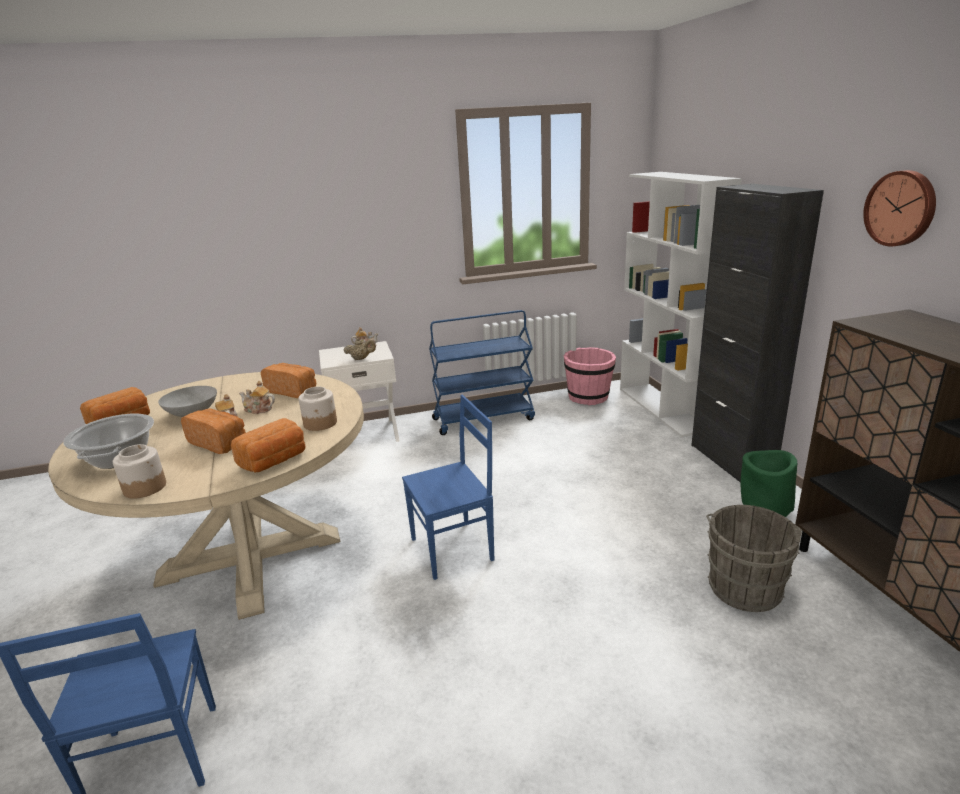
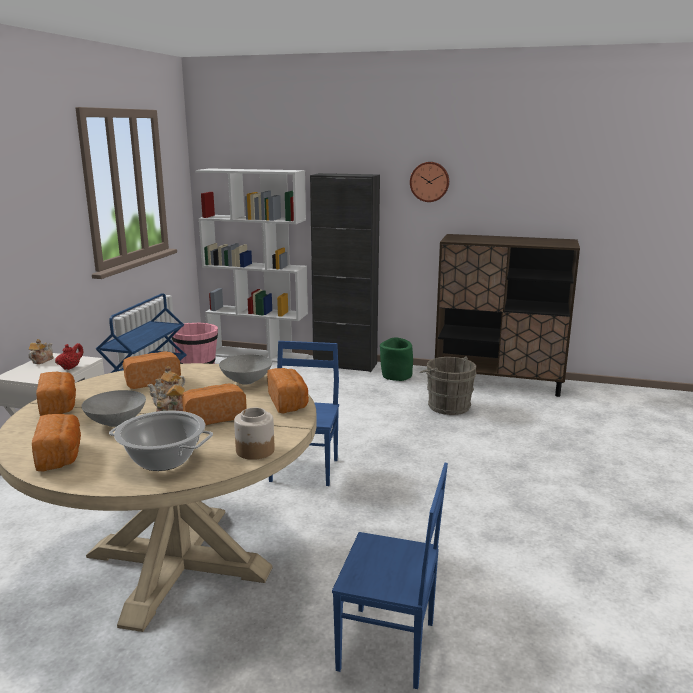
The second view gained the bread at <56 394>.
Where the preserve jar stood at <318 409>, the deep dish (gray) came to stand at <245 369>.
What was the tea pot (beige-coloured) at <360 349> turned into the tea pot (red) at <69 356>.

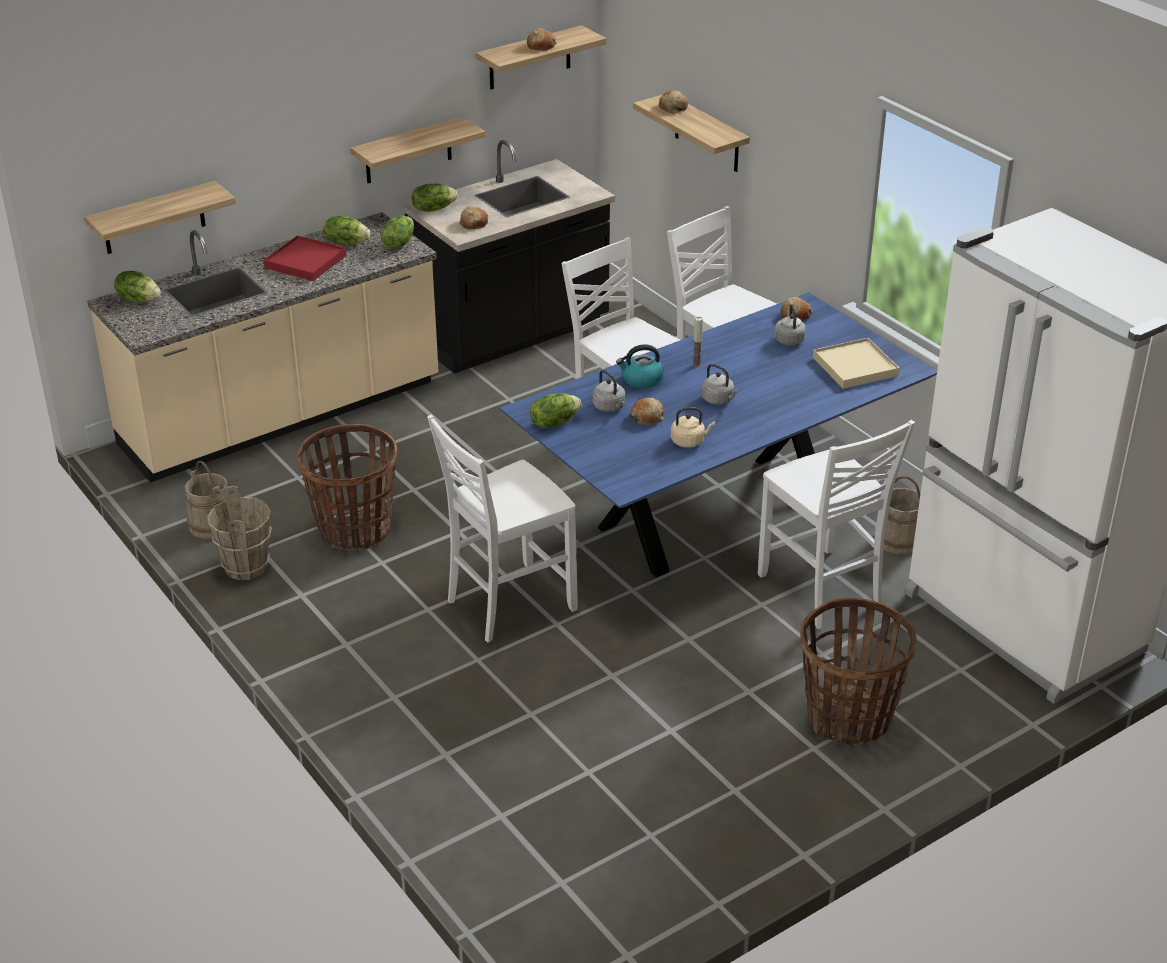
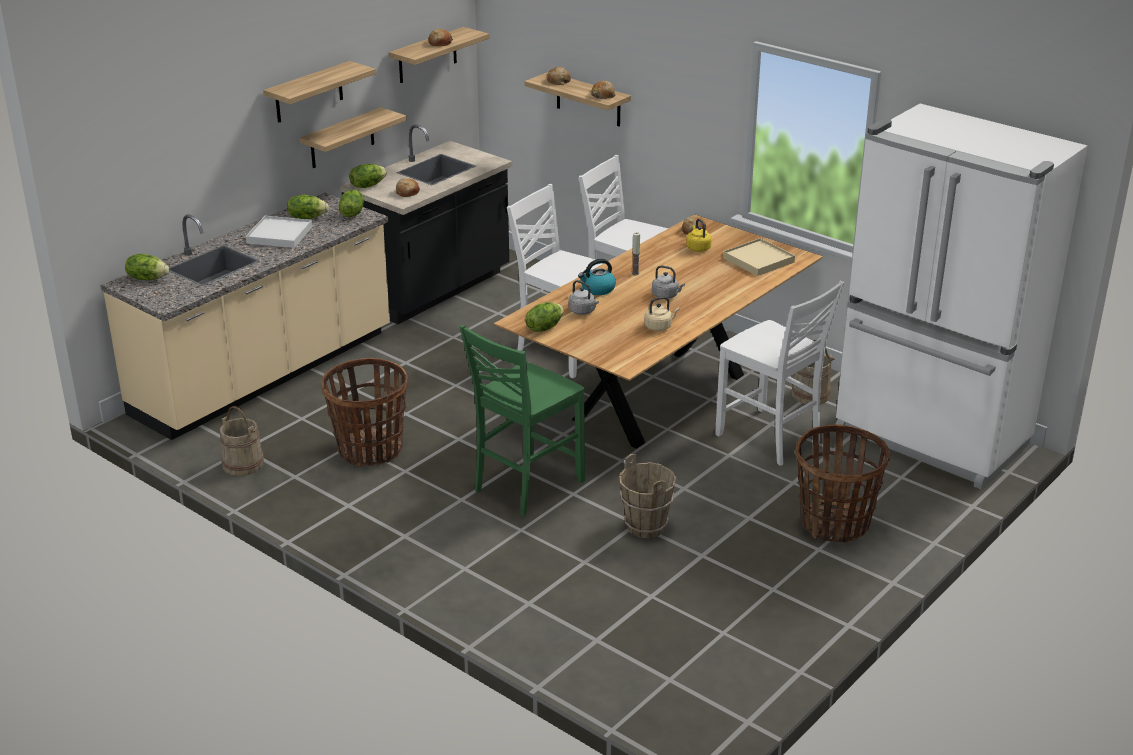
The bracket shelf ended up elsewhere, having gone from <160 217> to <319 92>.
The bucket (brown-coloured) ended up elsewhere, having gone from <239 533> to <647 496>.
The bread ended up elsewhere, having gone from <647 411> to <603 90>.
What was the carrying tray (red) at <305 258> turned into the carrying tray (white) at <279 232>.
What was the chair (white) at <502 529> turned into the chair (green) at <522 420>.
What was the kitchen table (blue) at <718 435> turned into the kitchen table (brown-coloured) at <658 331>.
What was the water kettle (gray) at <790 325> turned into the water kettle (yellow-coloured) at <699 235>.

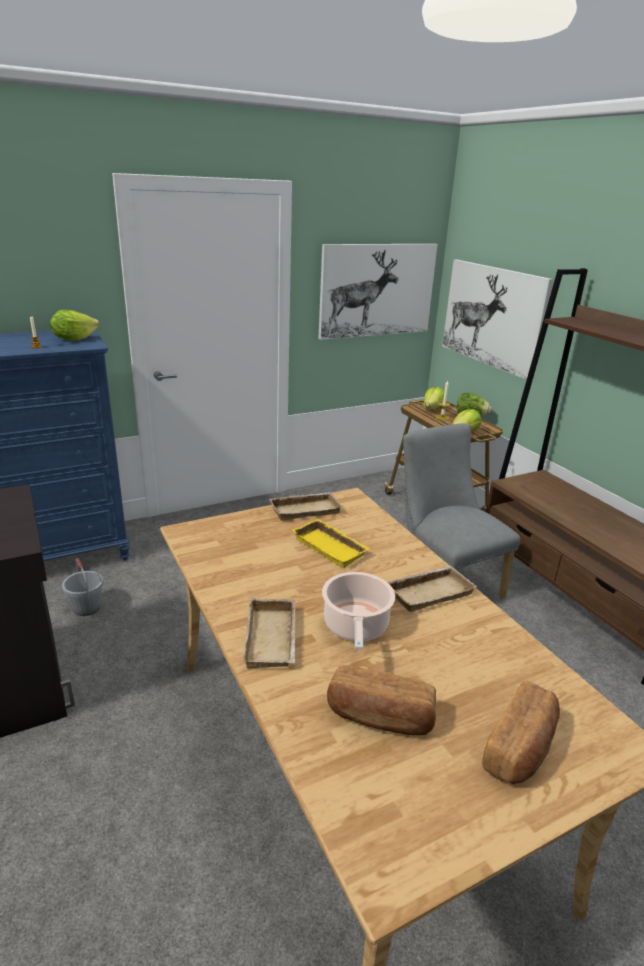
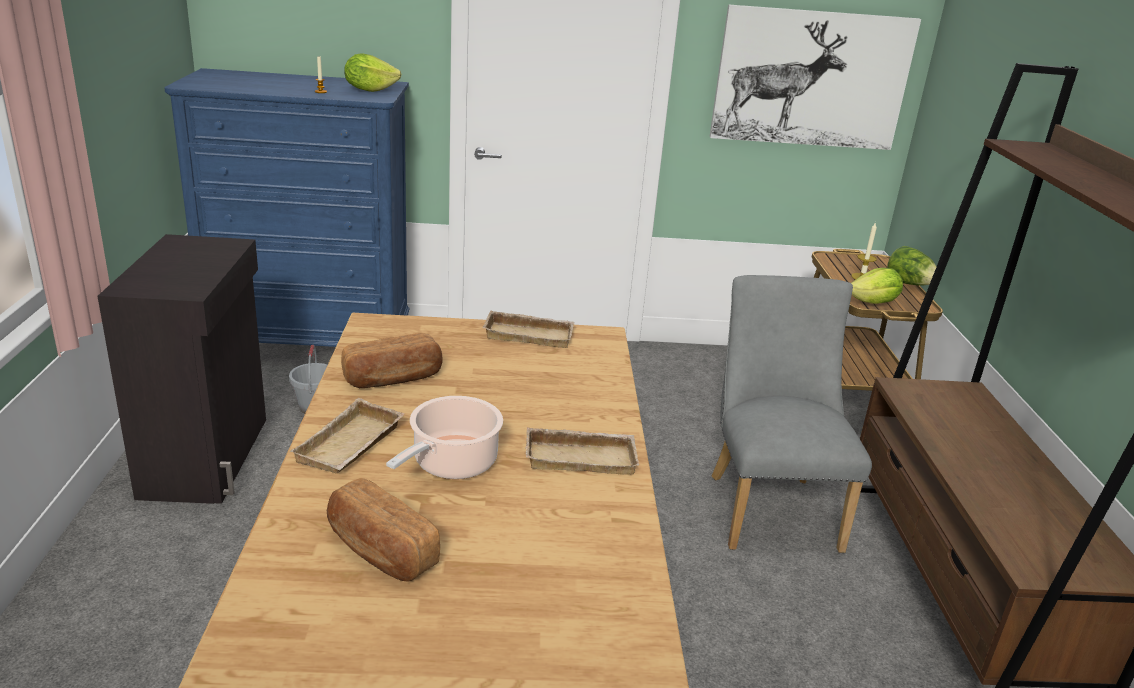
The second view lost the carrying tray (yellow-coloured) at <331 543>.
The second view lost the head of lettuce at <434 398>.
The second view lost the wall picture at <497 320>.
The bread ended up elsewhere, having gone from <521 732> to <392 360>.

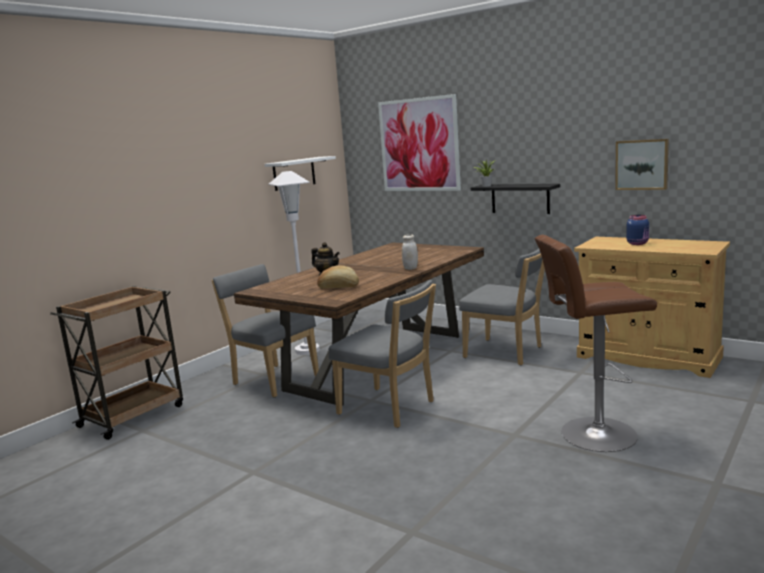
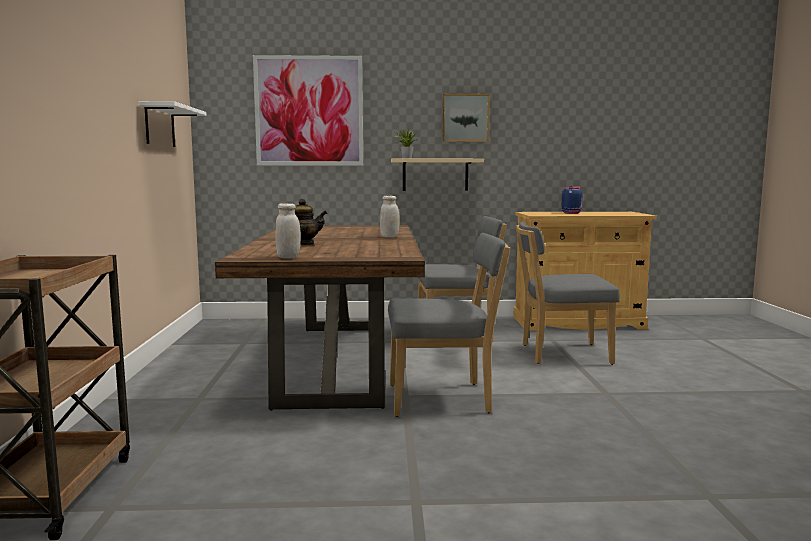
The second view lost the standing lamp (white) at <294 263>.
The second view lost the bread at <338 277>.
The second view lost the sitting stool (brown-coloured) at <596 343>.
The second view gained the preserve jar (white) at <288 231>.
The chair (gray) ended up elsewhere, having gone from <265 331> to <568 293>.
The wall picture ended up elsewhere, having gone from <642 164> to <466 118>.
What was the bracket shelf (black-coloured) at <515 199> turned into the bracket shelf (beige-coloured) at <437 175>.

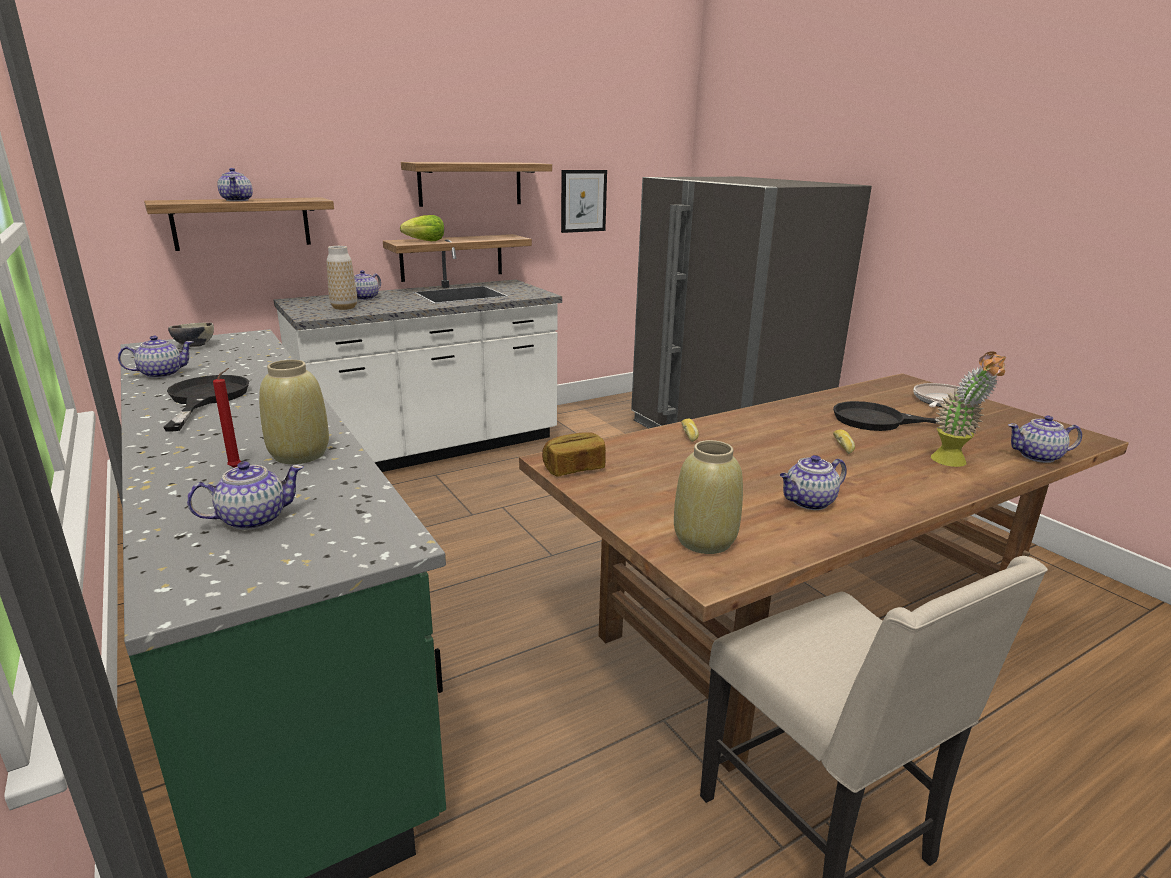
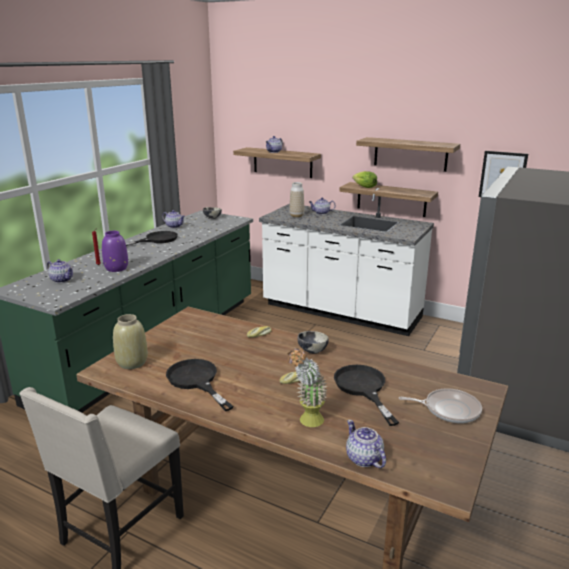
The second view lost the bread at <574 454>.
The second view gained the deep dish at <313 342>.
Where the tea pot stood at <813 482>, the skillet (black-coloured) came to stand at <199 385>.
What was the decorative vase (beige-coloured) at <294 412> turned into the decorative vase (purplish) at <115 251>.

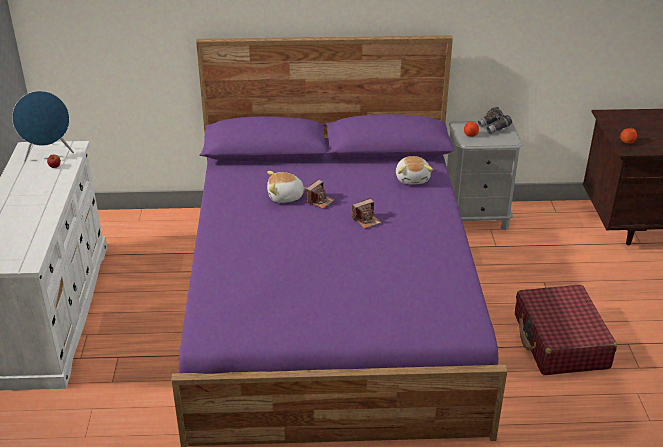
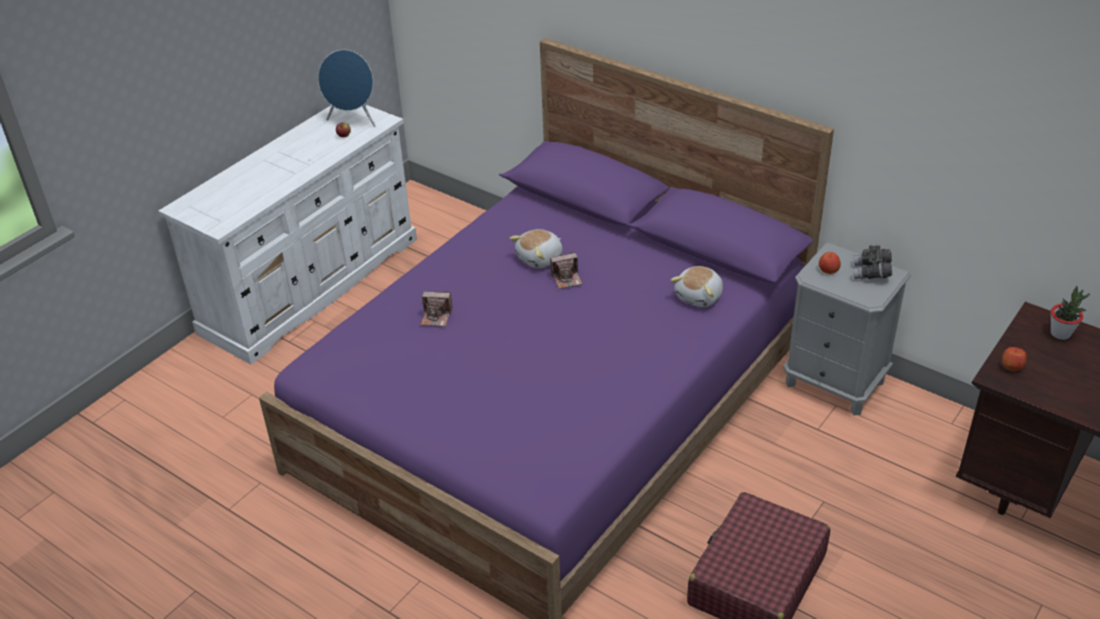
The second view gained the potted plant at <1070 313>.
The photo camera ended up elsewhere, having gone from <367 213> to <437 309>.
The soft toy at <286 187> ended up facing another way, 75 degrees counterclockwise from before.

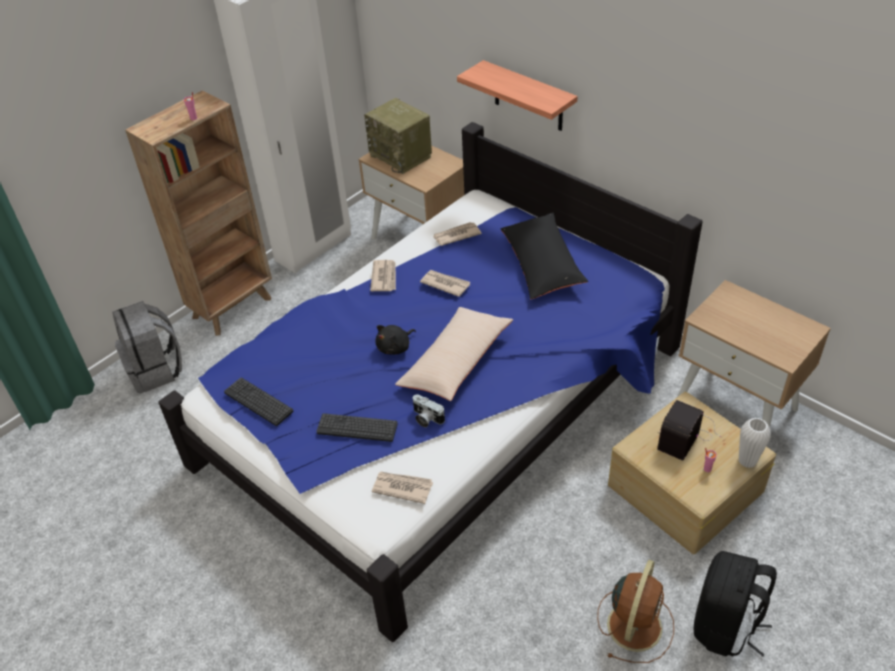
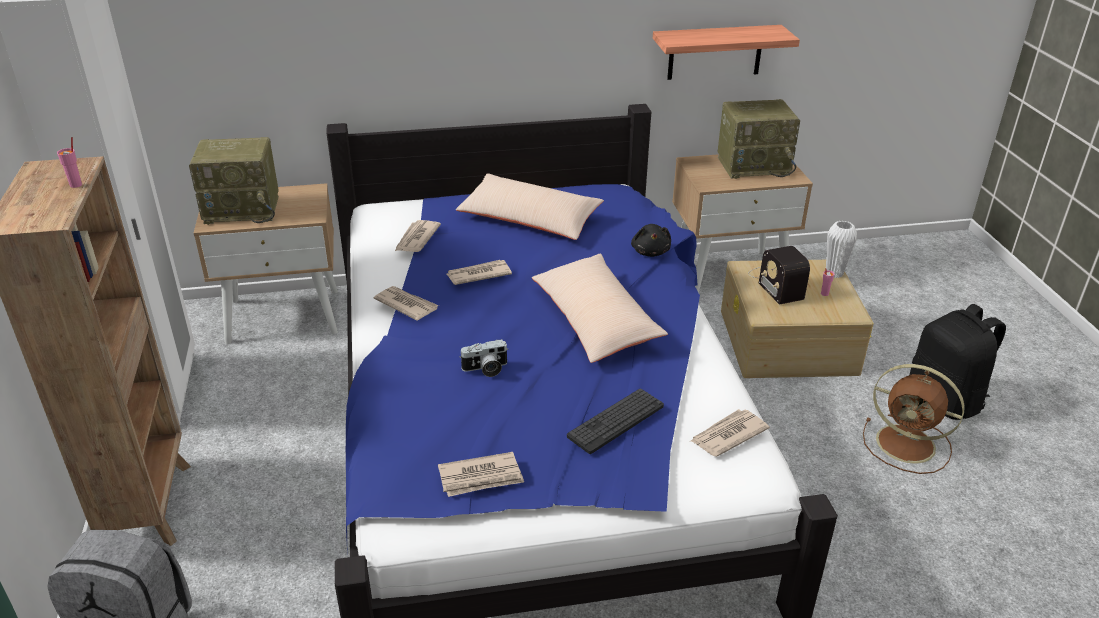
The second view gained the radio receiver at <759 139>.
The soft toy (black-coloured) ended up elsewhere, having gone from <395 340> to <651 240>.
The photo camera ended up elsewhere, having gone from <429 410> to <483 358>.
The bracket shelf ended up elsewhere, having gone from <517 95> to <726 52>.
Where the keyboard stood at <258 402>, the newspaper came to stand at <481 474>.
What was the cushion (black-coloured) at <544 255> turned into the cushion (beige-coloured) at <530 206>.
The cooling fan (brown-coloured) at <635 611> ended up facing another way, 150 degrees clockwise from before.

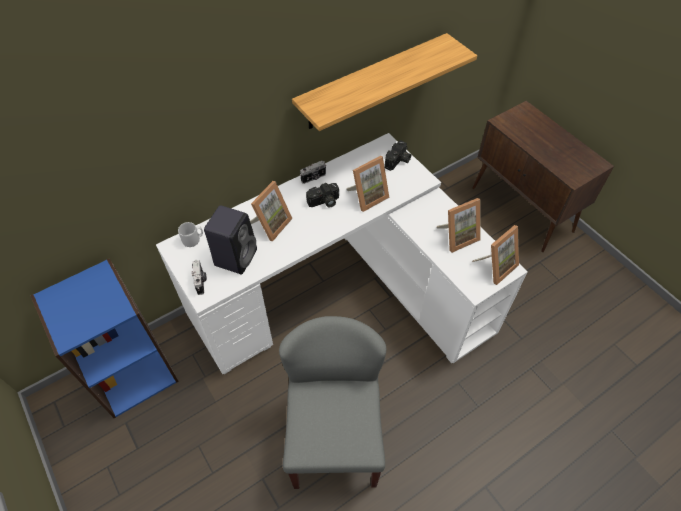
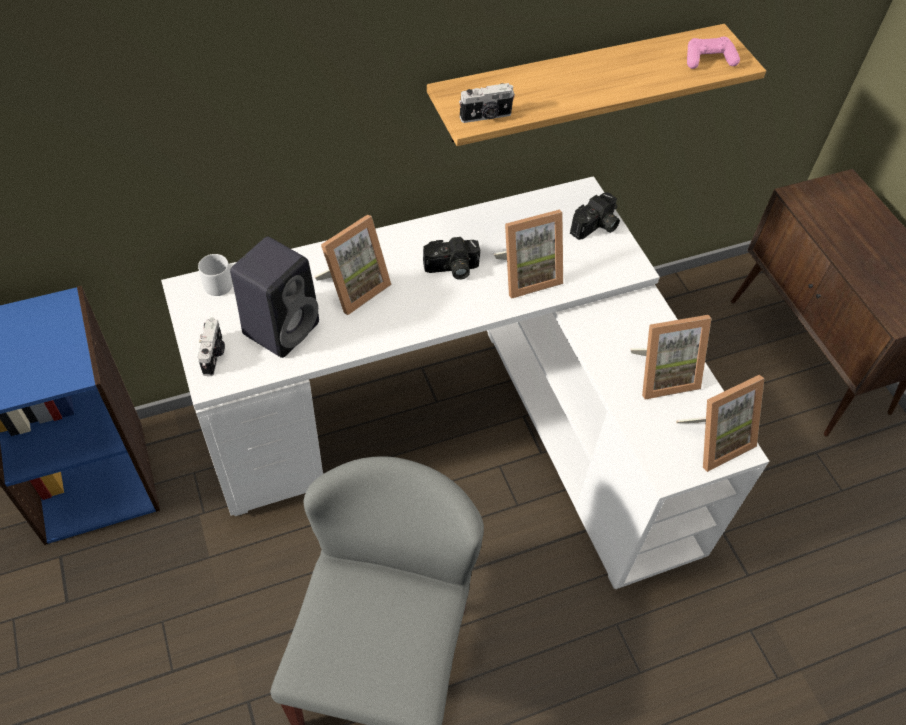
The second view gained the gamepad (pink) at <713 52>.
The photo camera ended up elsewhere, having gone from <313 172> to <487 103>.

